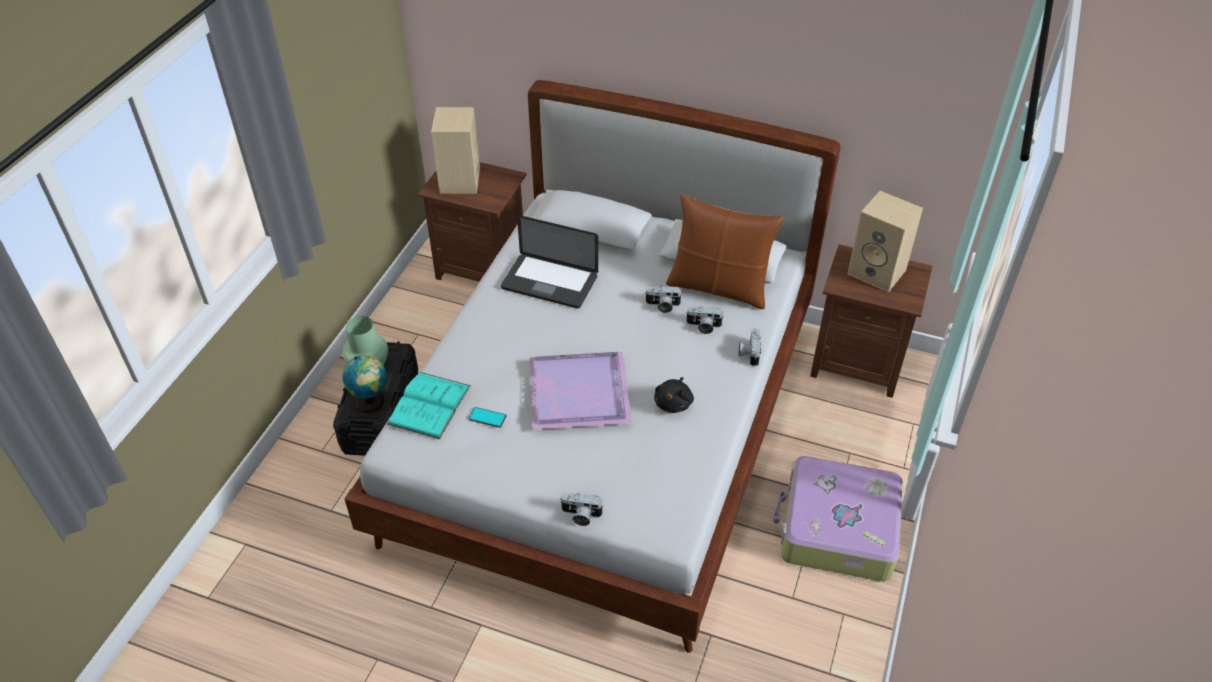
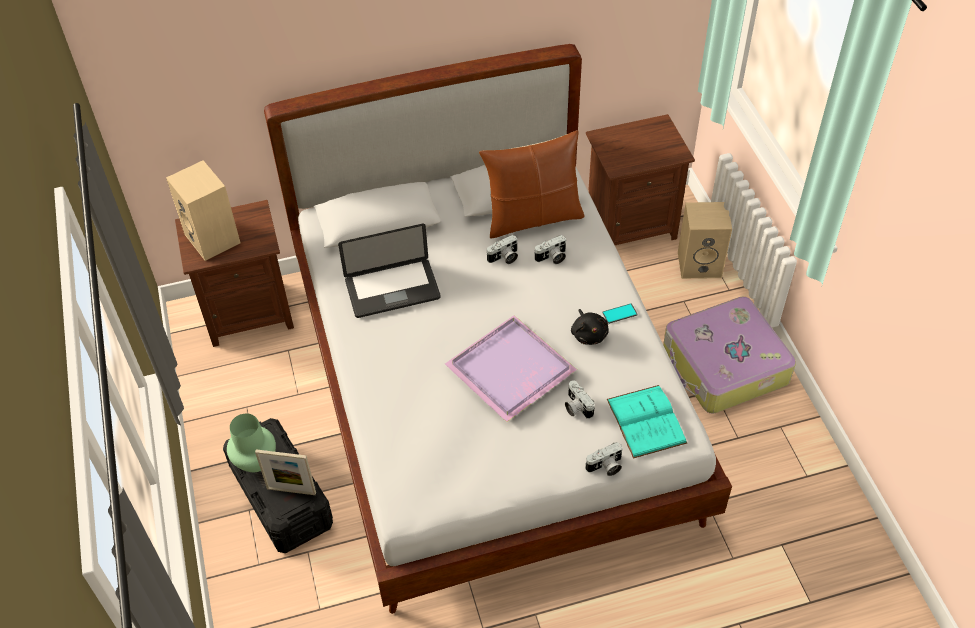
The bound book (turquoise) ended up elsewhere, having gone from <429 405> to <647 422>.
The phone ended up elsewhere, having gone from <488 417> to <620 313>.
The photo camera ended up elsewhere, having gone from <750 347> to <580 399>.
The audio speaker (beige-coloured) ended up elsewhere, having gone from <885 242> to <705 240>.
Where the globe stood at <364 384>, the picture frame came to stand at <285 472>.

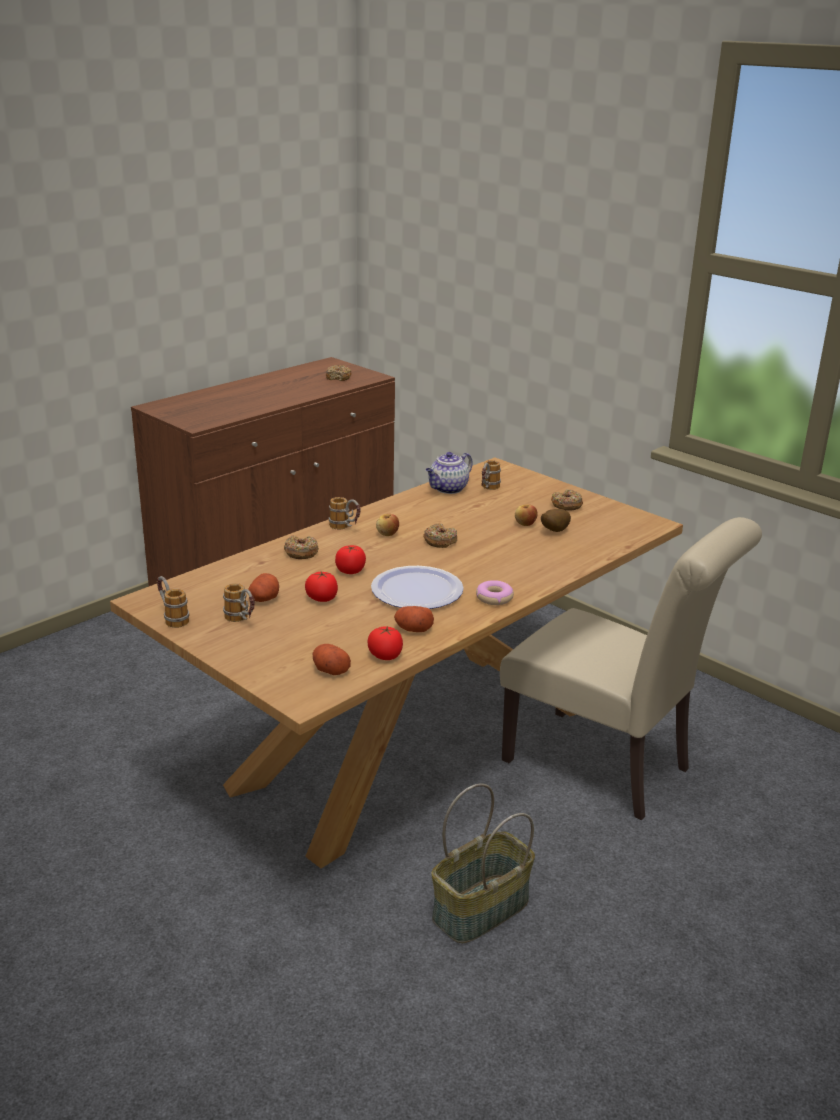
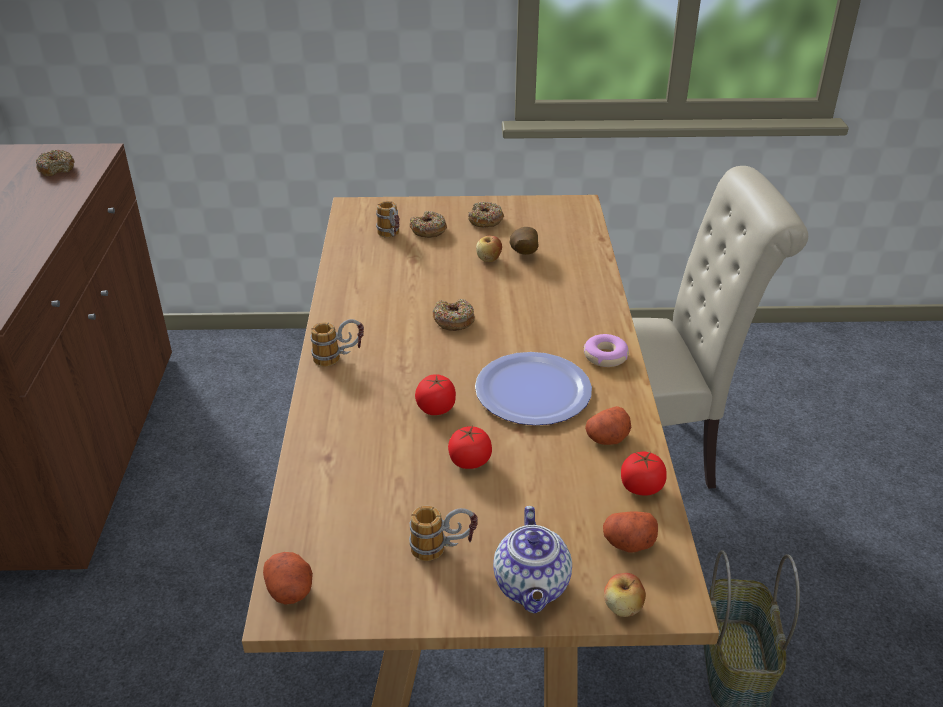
The second view lost the mug at <173 602>.
The whole potato ended up elsewhere, having gone from <263 587> to <288 578>.
The donut ended up elsewhere, having gone from <301 547> to <428 224>.
The apple ended up elsewhere, having gone from <387 525> to <625 595>.
The tea pot ended up elsewhere, having gone from <449 473> to <532 559>.

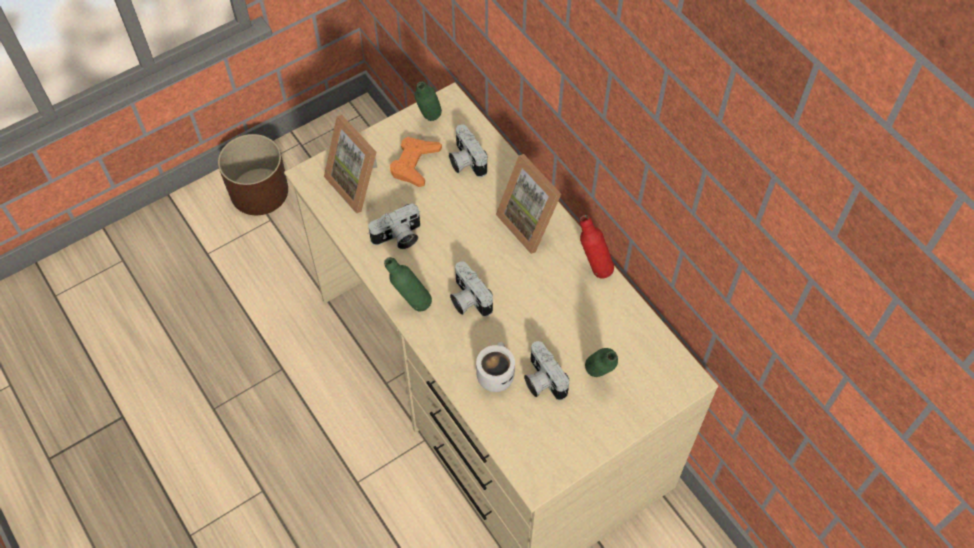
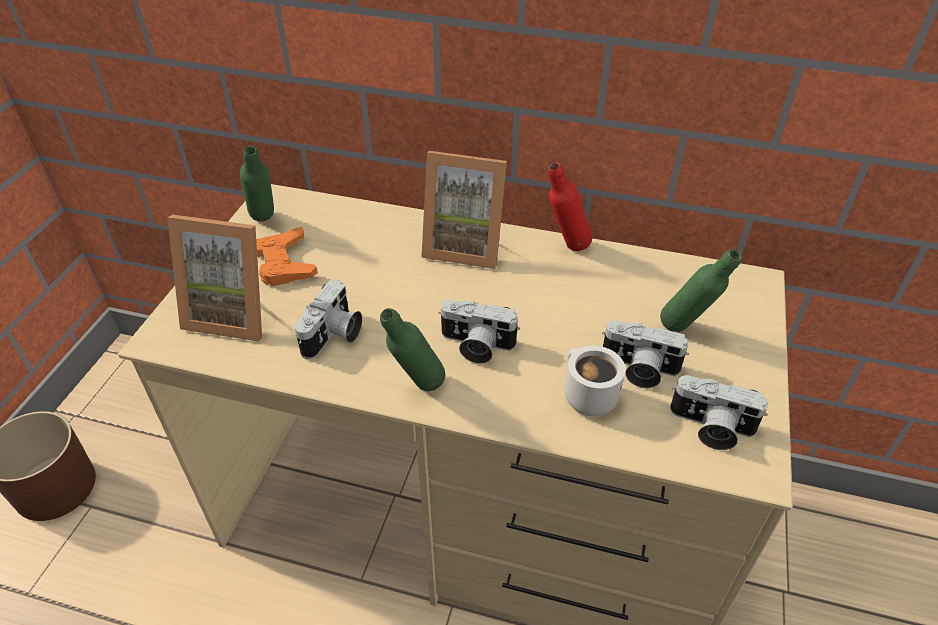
The photo camera ended up elsewhere, having gone from <468 150> to <719 412>.

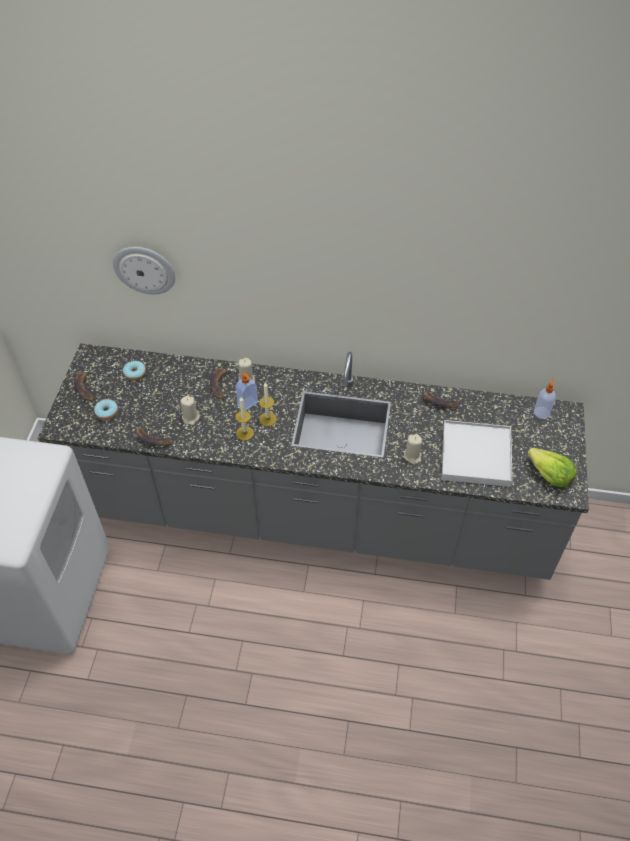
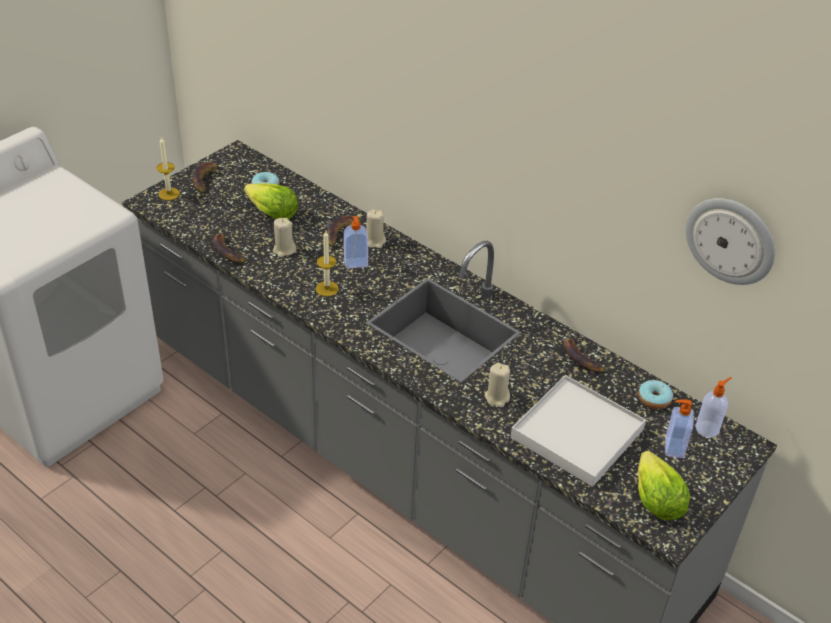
The second view gained the head of lettuce at <271 201>.
The second view gained the liquid soap bottle at <679 428>.
The donut ended up elsewhere, having gone from <106 409> to <655 394>.
The clock on the wall ended up elsewhere, having gone from <144 270> to <730 241>.
The wax candle ended up elsewhere, having gone from <268 404> to <168 168>.

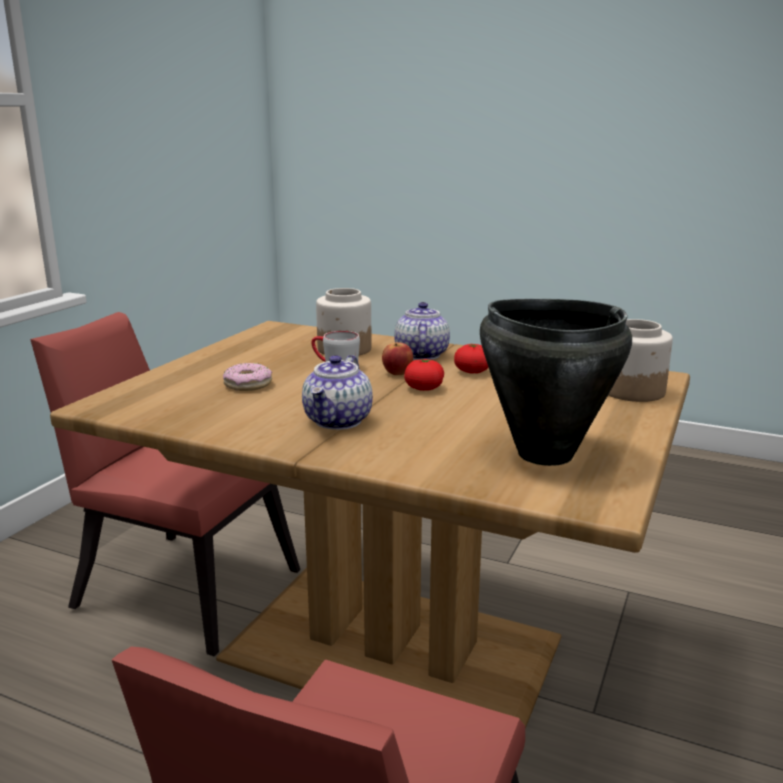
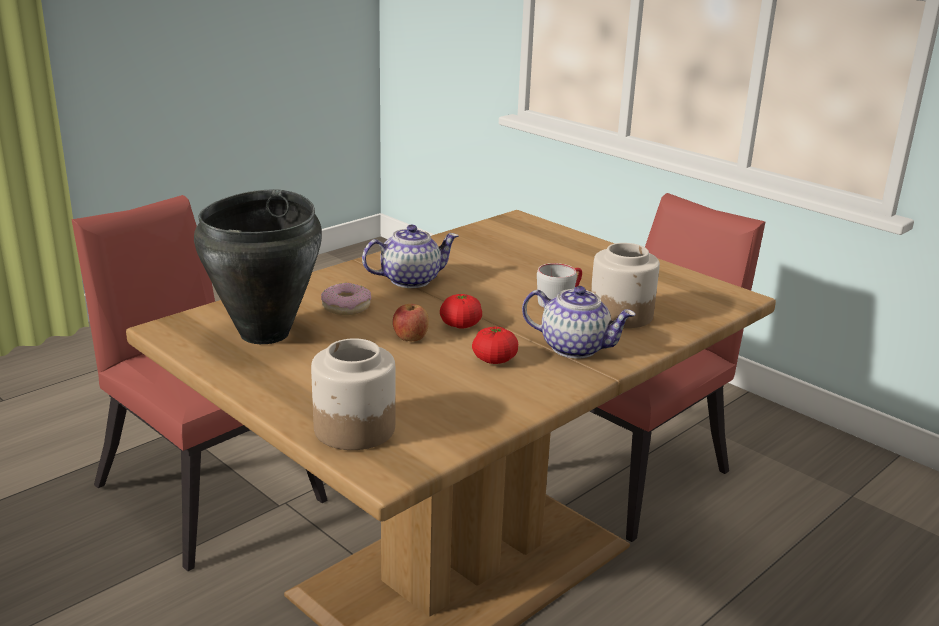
The donut ended up elsewhere, having gone from <247 377> to <346 299>.
The apple ended up elsewhere, having gone from <397 358> to <411 322>.
The tea pot at <337 392> ended up facing another way, 120 degrees clockwise from before.

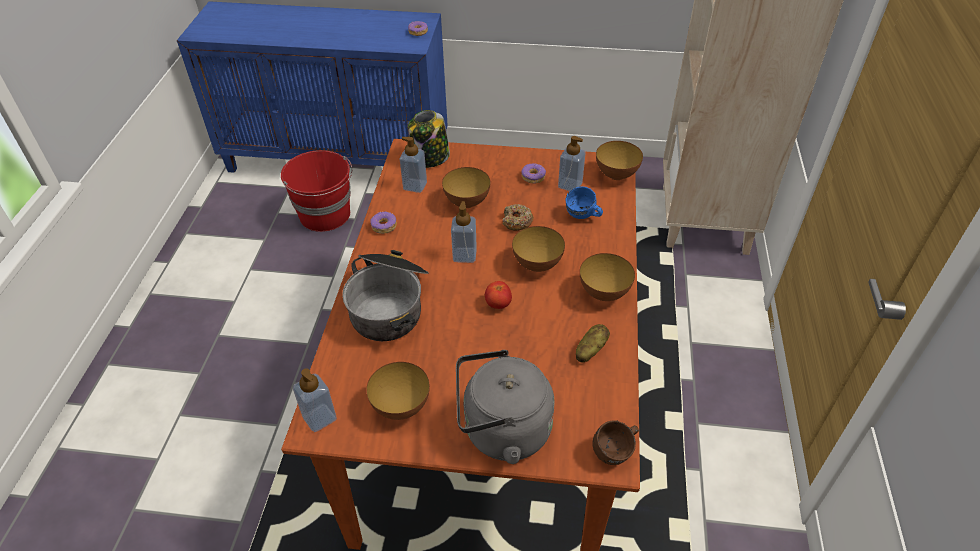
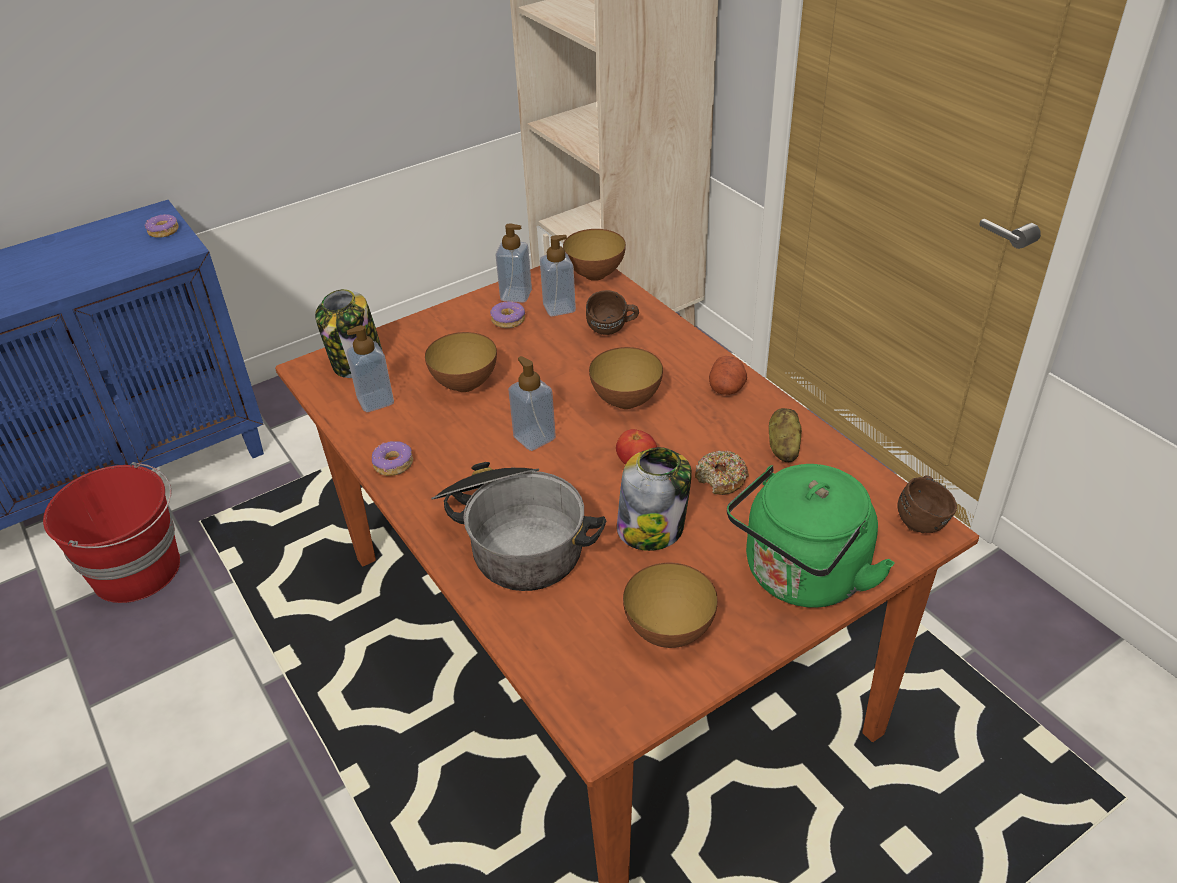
The second view gained the preserve jar at <654 499>.
The liquid soap bottle ended up elsewhere, having gone from <315 400> to <513 263>.
The donut ended up elsewhere, having gone from <518 217> to <722 472>.
Where the deep dish stood at <607 277>, the whole potato came to stand at <728 375>.
What was the water kettle (gray) at <505 407> turned into the water kettle (green) at <811 535>.
What was the mug (blue) at <584 202> turned into the mug (brown-coloured) at <612 312>.

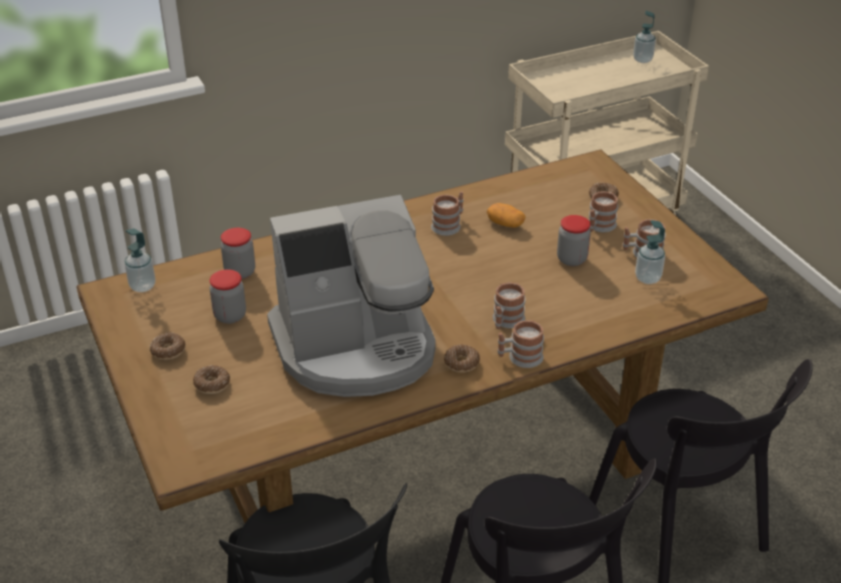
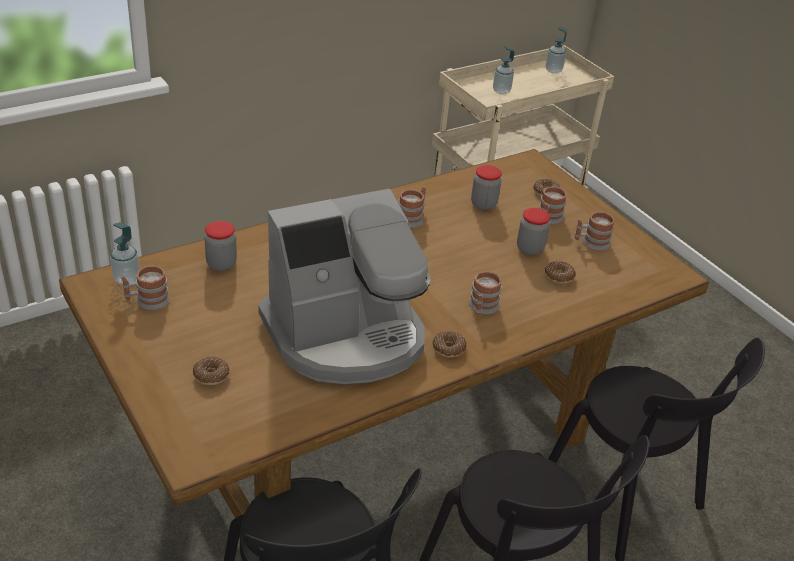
The second view lost the whole potato at <506 215>.
The donut ended up elsewhere, having gone from <168 346> to <560 272>.
The preserve jar ended up elsewhere, having gone from <228 296> to <486 187>.
The mug ended up elsewhere, having gone from <520 344> to <146 287>.
The liquid soap bottle ended up elsewhere, having gone from <650 252> to <503 70>.

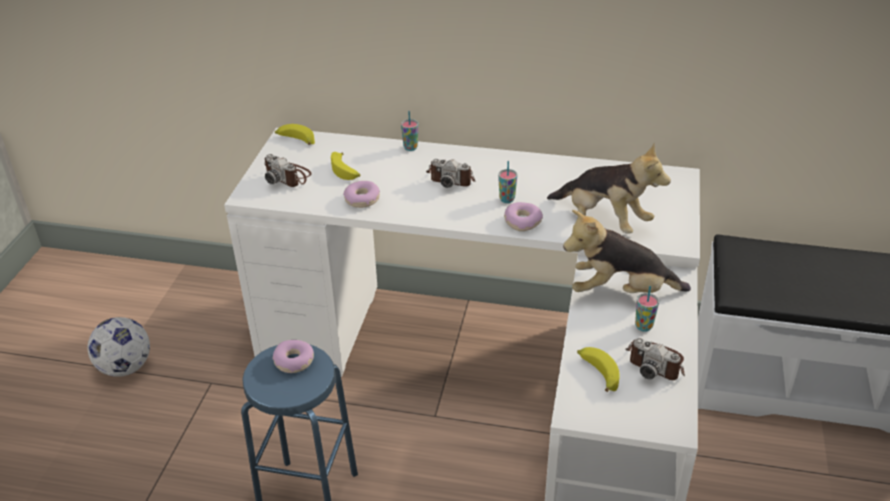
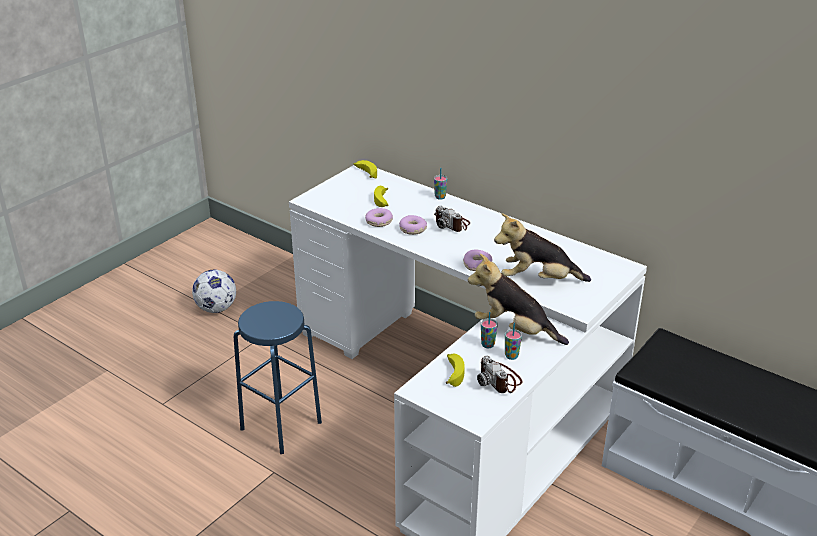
The second view lost the photo camera at <288 170>.
The donut ended up elsewhere, having gone from <293 356> to <413 225>.
The drinking cup ended up elsewhere, having gone from <507 182> to <489 330>.
The soft toy at <609 188> ended up facing another way, 120 degrees clockwise from before.

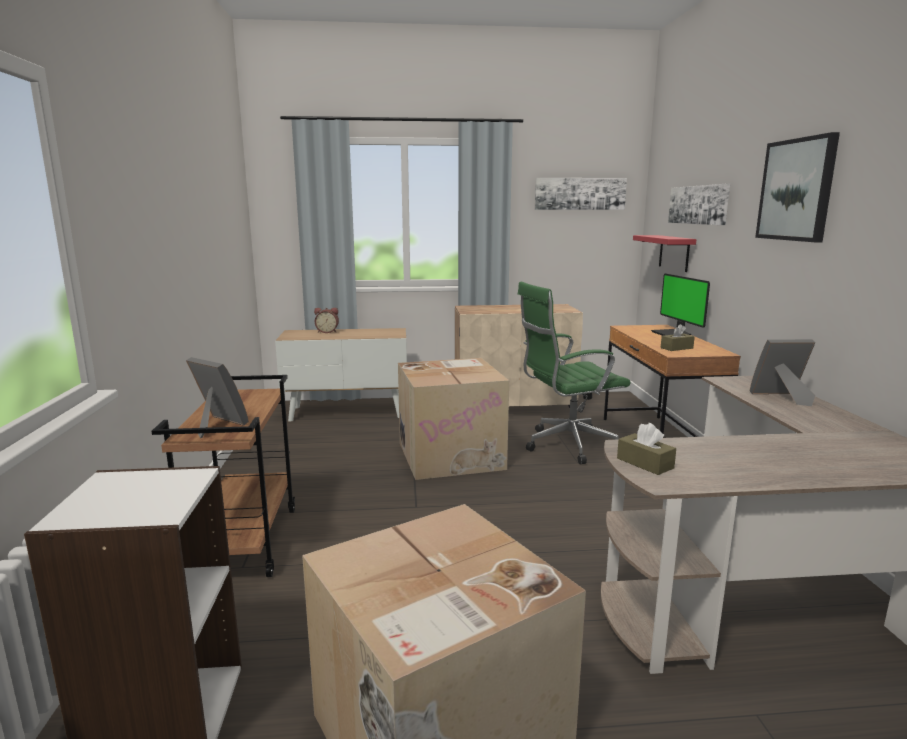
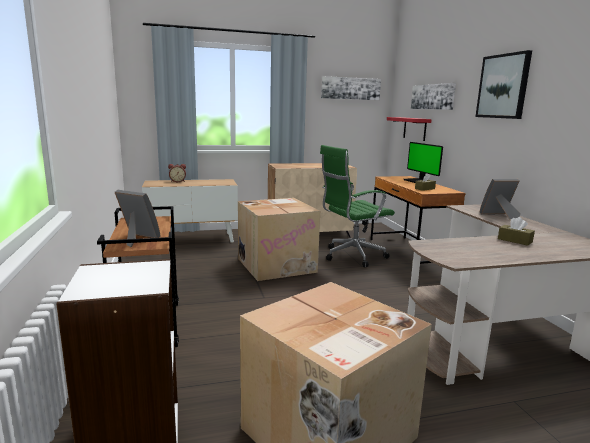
The tissue holder (brown-coloured) ended up elsewhere, having gone from <646 449> to <516 231>.

